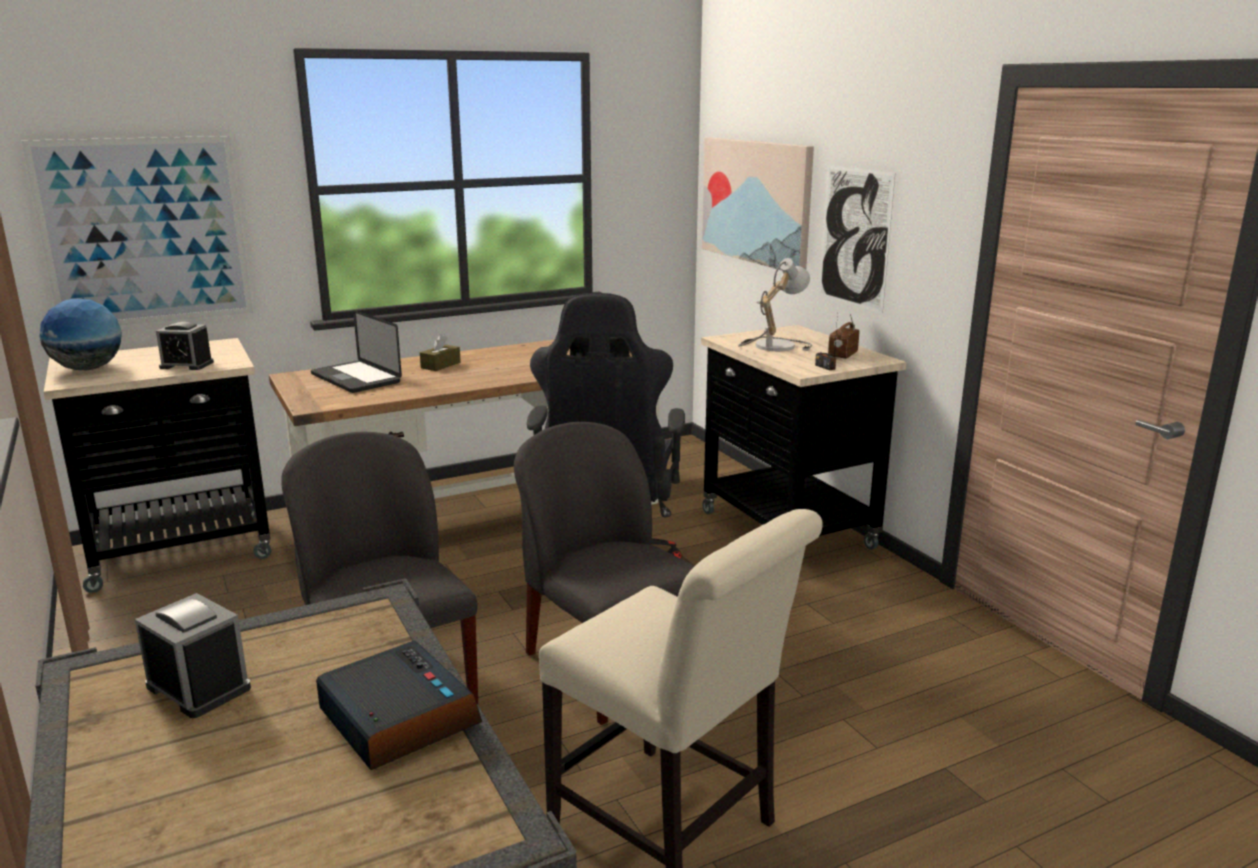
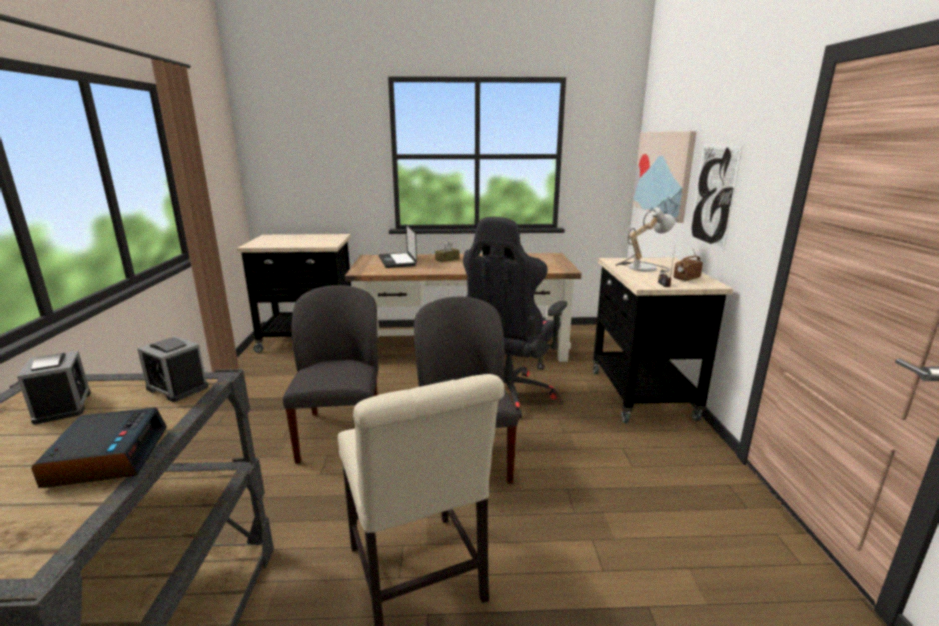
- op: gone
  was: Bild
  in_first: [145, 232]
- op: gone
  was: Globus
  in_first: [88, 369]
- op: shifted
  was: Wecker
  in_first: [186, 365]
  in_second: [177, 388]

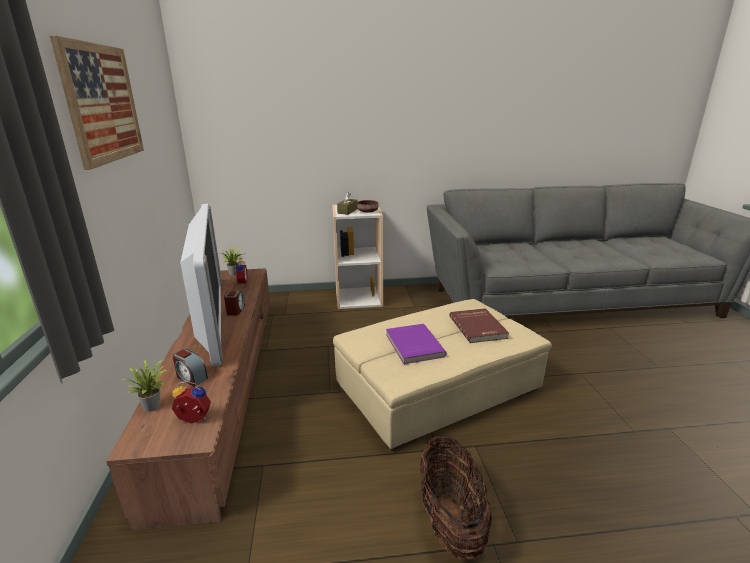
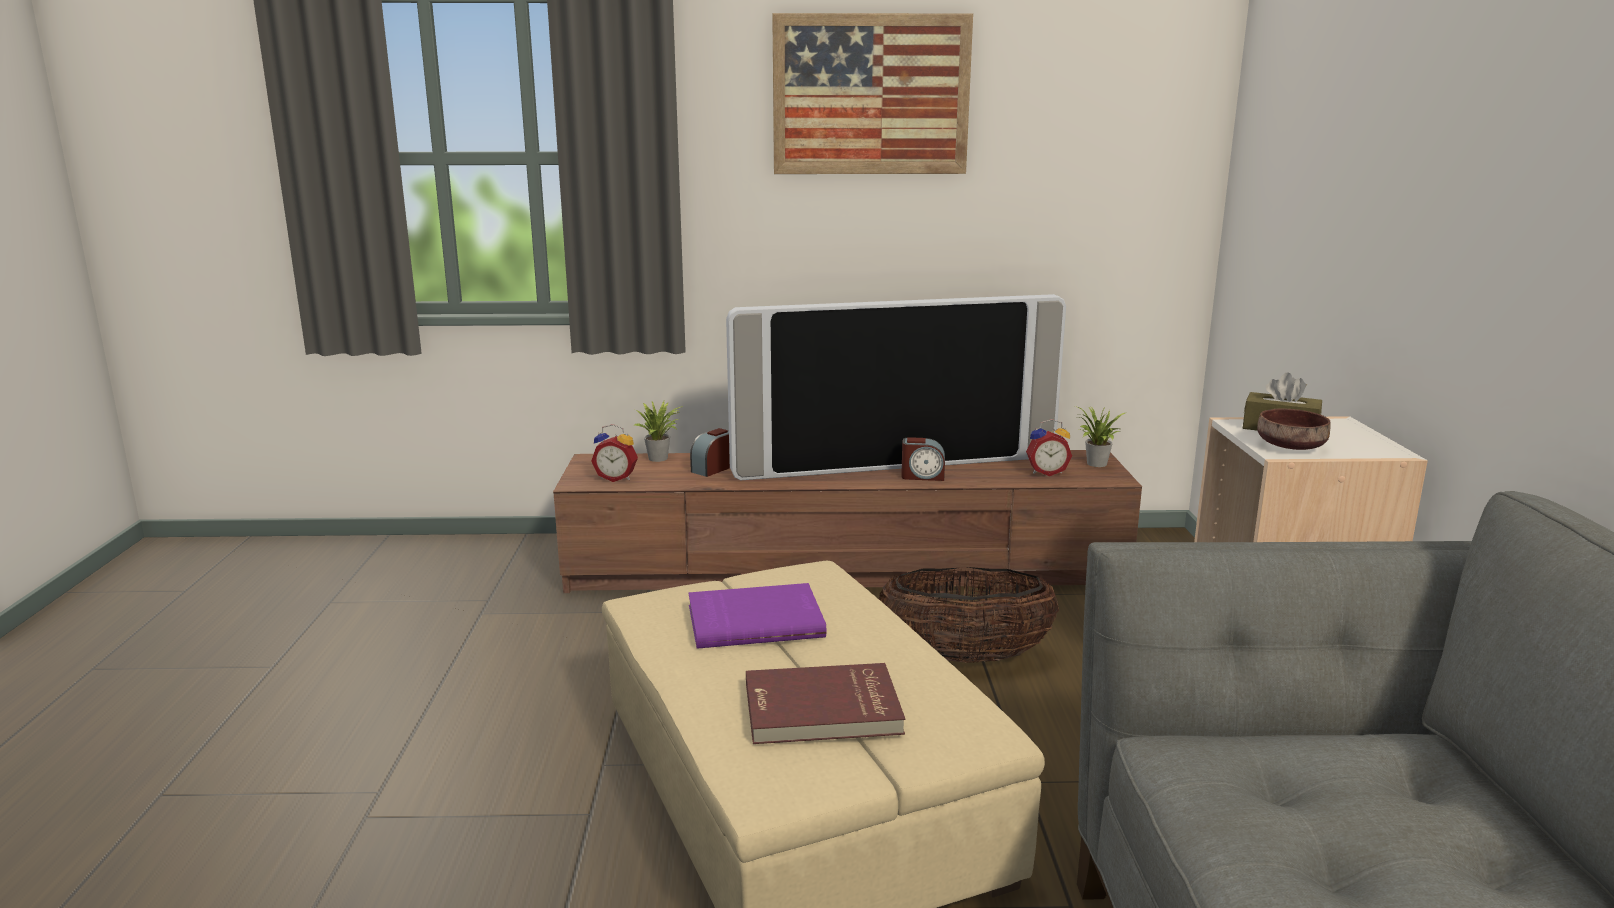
- op: shifted
  was: Korb
  in_first: [450, 521]
  in_second: [964, 658]
- op: rotated
  was: Wecker
  in_first: [193, 420]
  in_second: [616, 478]
  clockwise: 90

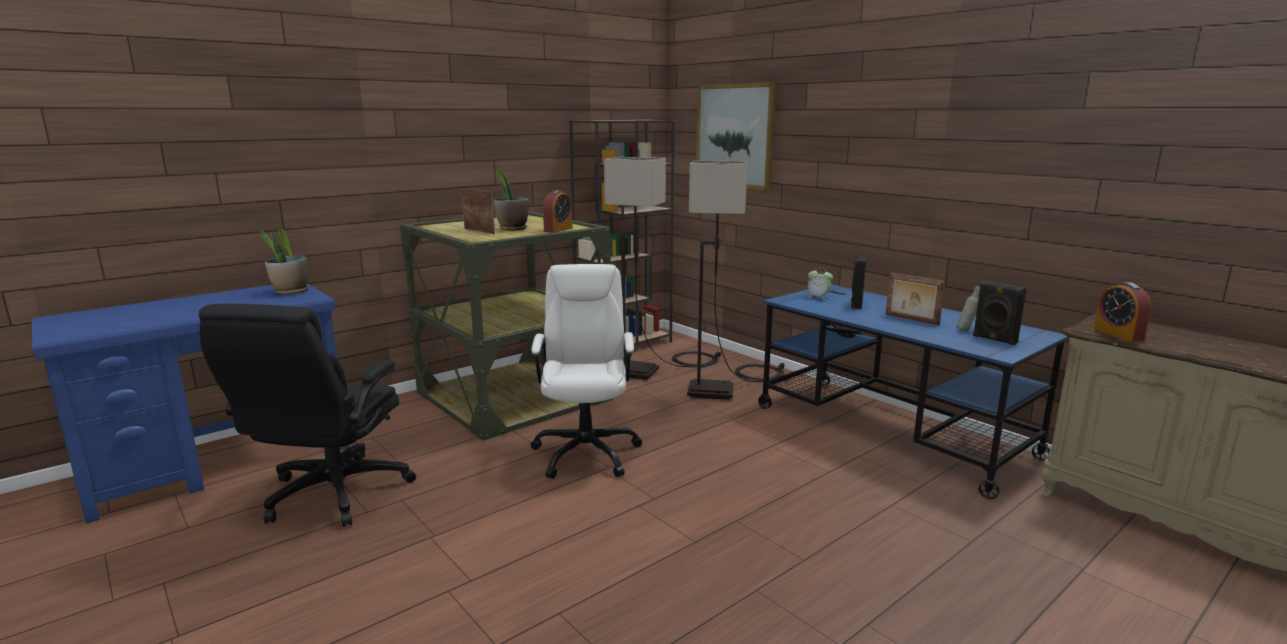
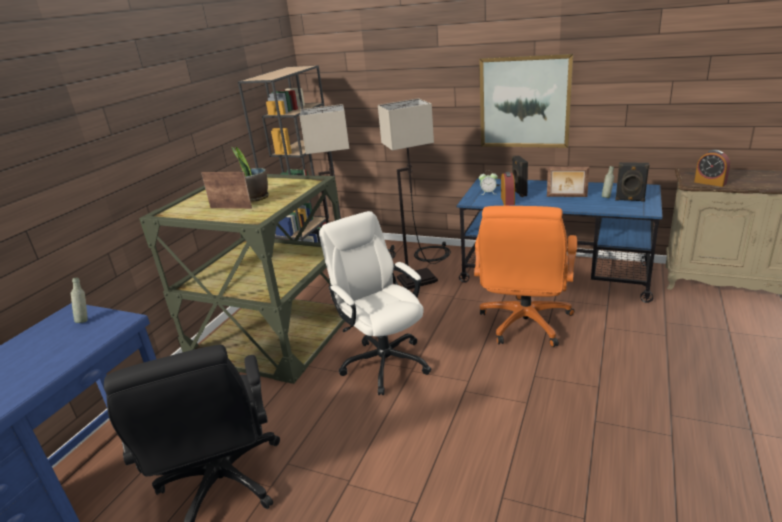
- op: new
  now: Bürostuhl (orange)
  in_second: [523, 326]
- op: shifted
  was: Wecker
  in_first: [558, 230]
  in_second: [507, 201]
- op: shifted
  was: Bild
  in_first: [734, 136]
  in_second: [524, 102]
- op: swapped
  was: Topfpflanze
  now: Flasche (grau)
  in_first: [291, 292]
  in_second: [85, 320]

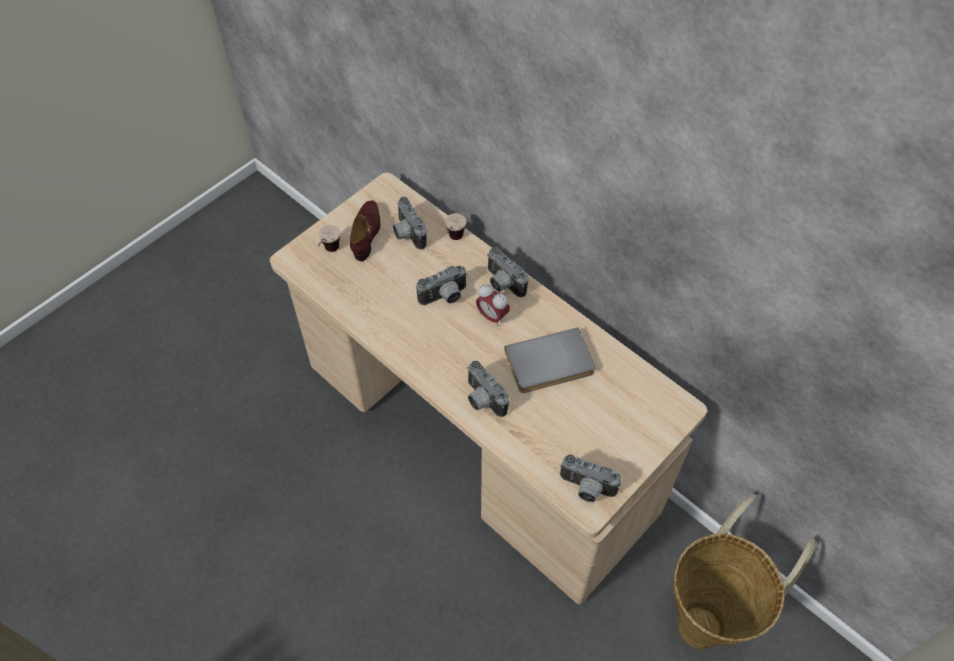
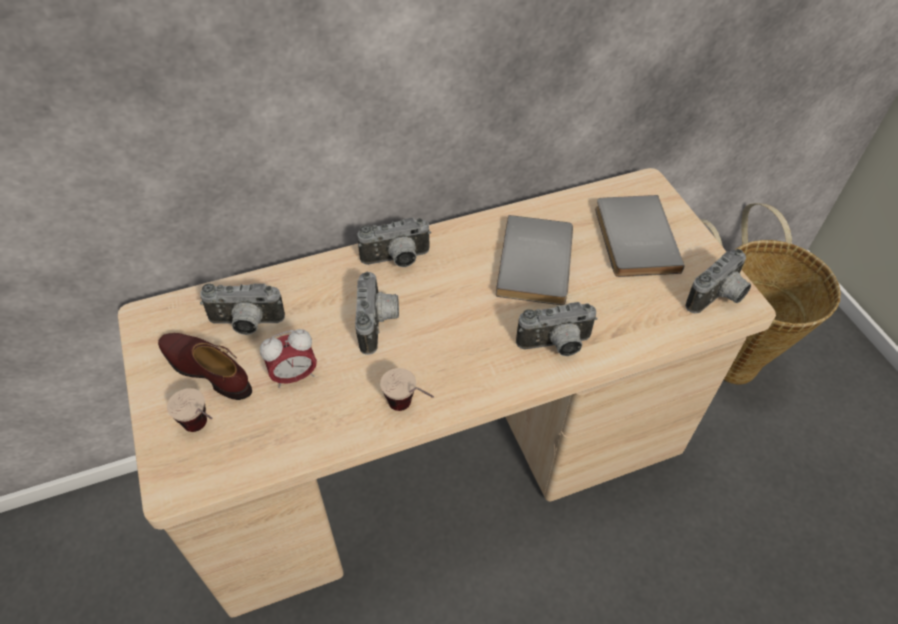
- op: new
  now: Buch (grau)
  in_second: [632, 239]
- op: shifted
  was: Tasse
  in_first: [453, 241]
  in_second: [410, 409]
- op: shifted
  was: Wecker
  in_first: [492, 316]
  in_second: [294, 376]

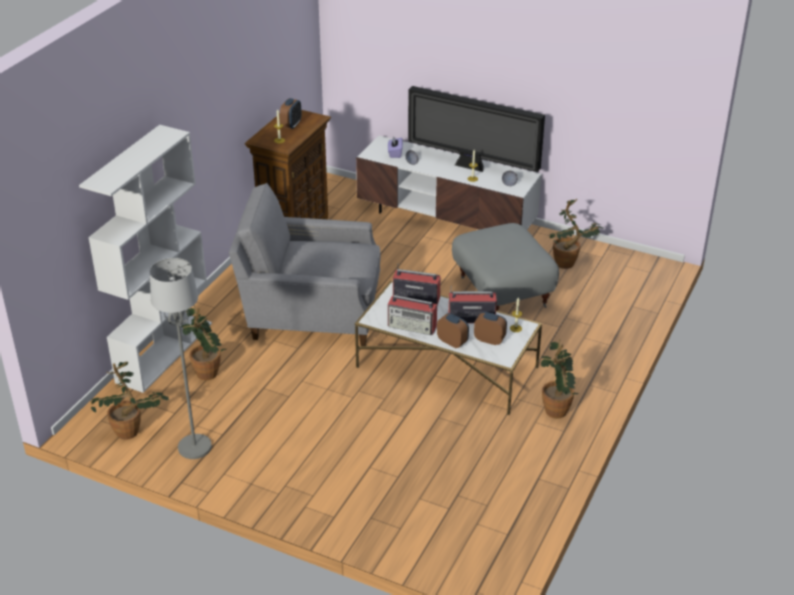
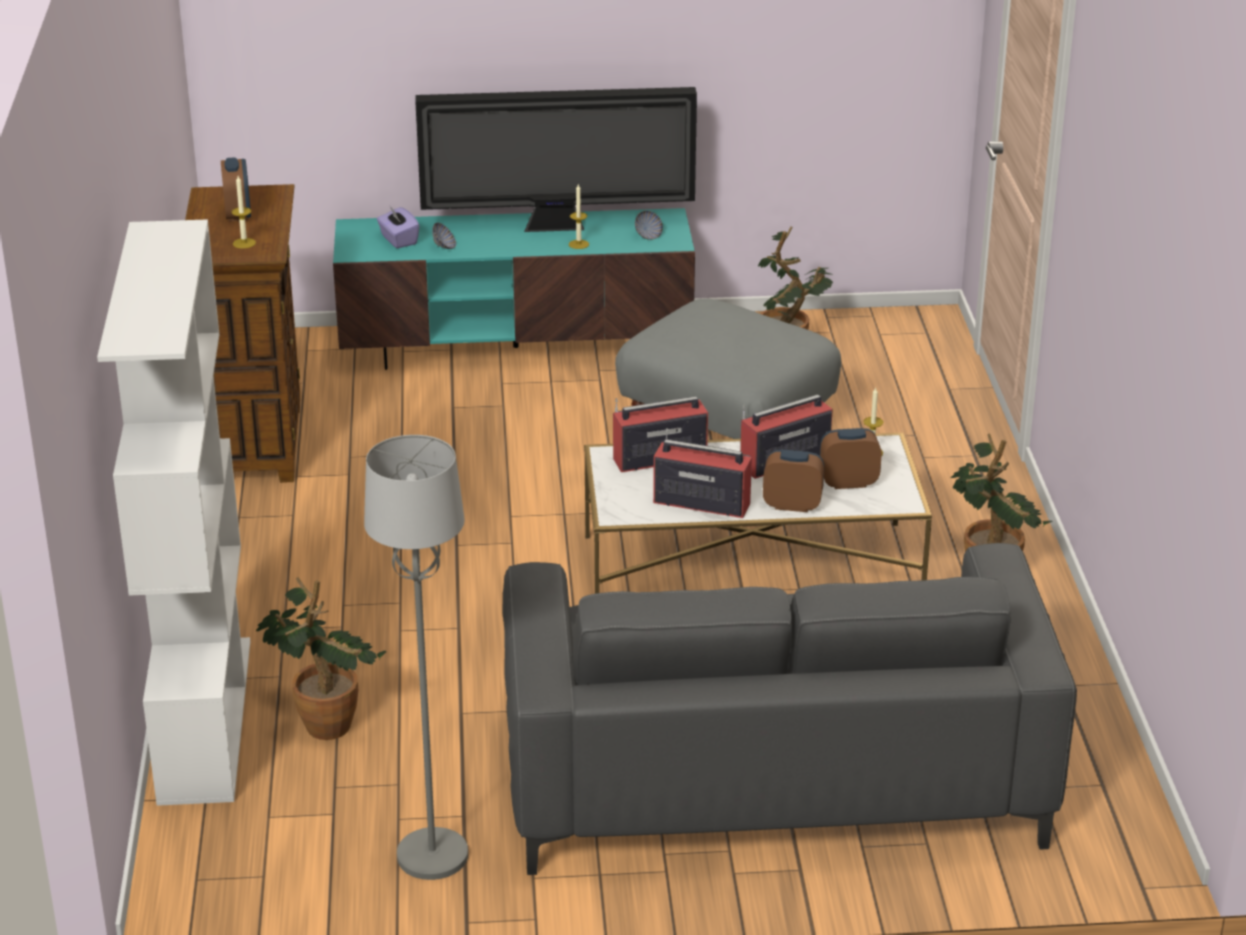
- op: gone
  was: Topfpflanze
  in_first: [133, 433]
- op: gone
  was: Sessel (grau)
  in_first: [312, 310]
- op: new
  now: Sofa (grau)
  in_second: [772, 784]
- op: repainted
  was: Fernsehschrank (weiß)
  now: Fernsehschrank (türkis)
  in_first: [446, 219]
  in_second: [516, 346]
- op: rotated
  was: Radio
  in_first: [412, 326]
  in_second: [700, 502]
  clockwise: -150

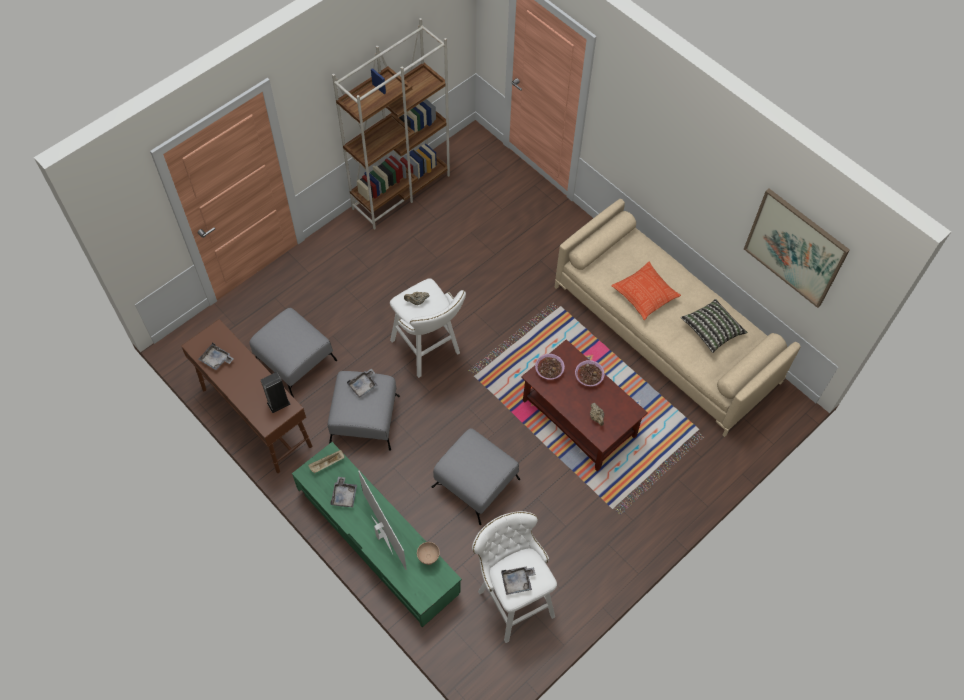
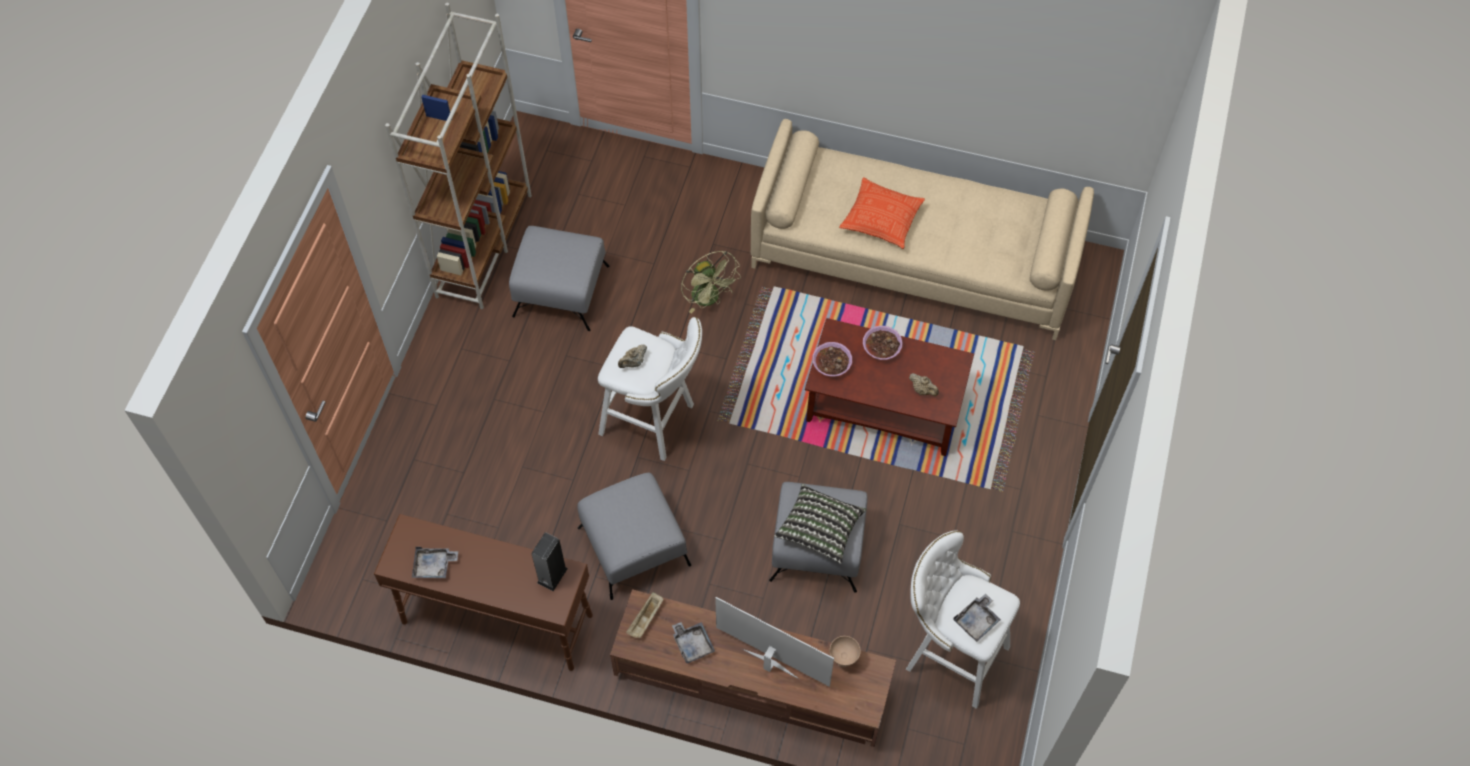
- op: gone
  was: Tablett (grau)
  in_first: [363, 385]
- op: gone
  was: Bild
  in_first: [795, 248]
- op: new
  now: Ventilator (grün)
  in_second: [710, 299]
- op: shifted
  was: Polsterhocker (grau)
  in_first: [295, 360]
  in_second: [560, 290]
- op: shifted
  was: Kissen
  in_first: [711, 330]
  in_second: [819, 529]
- op: repainted
  was: Fernsehschrank (grün)
  now: Fernsehschrank (braun)
  in_first: [377, 542]
  in_second: [751, 682]

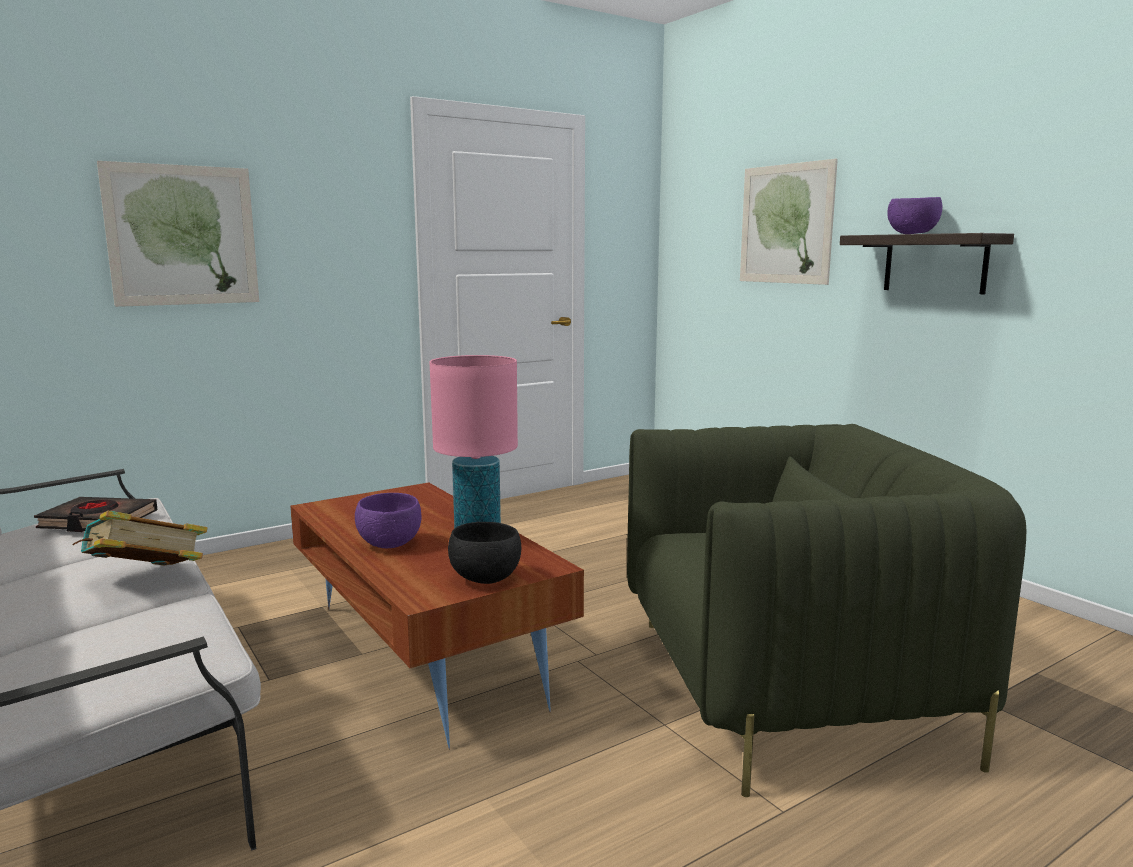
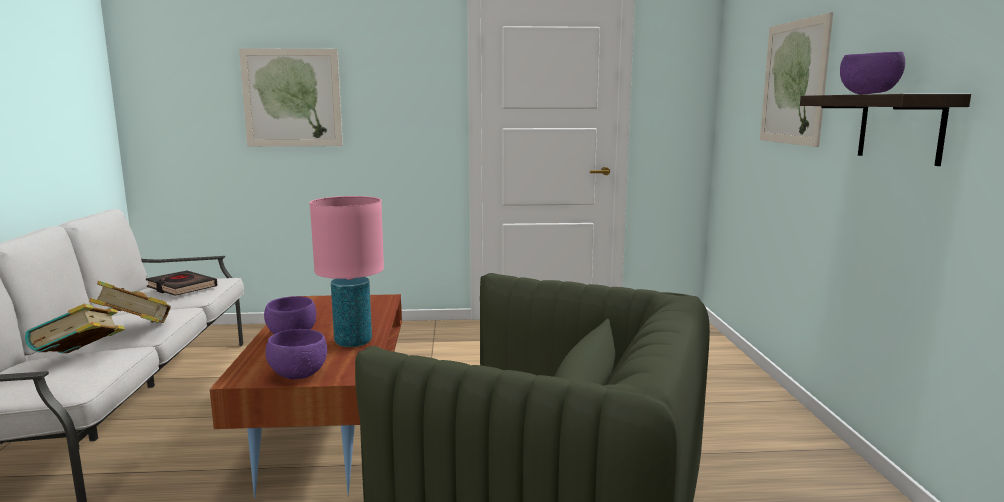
- op: new
  now: Buch
  in_second: [80, 359]
- op: repainted
  was: Schüssel (schwarz)
  now: Schüssel (lila)
  in_first: [486, 579]
  in_second: [298, 375]

